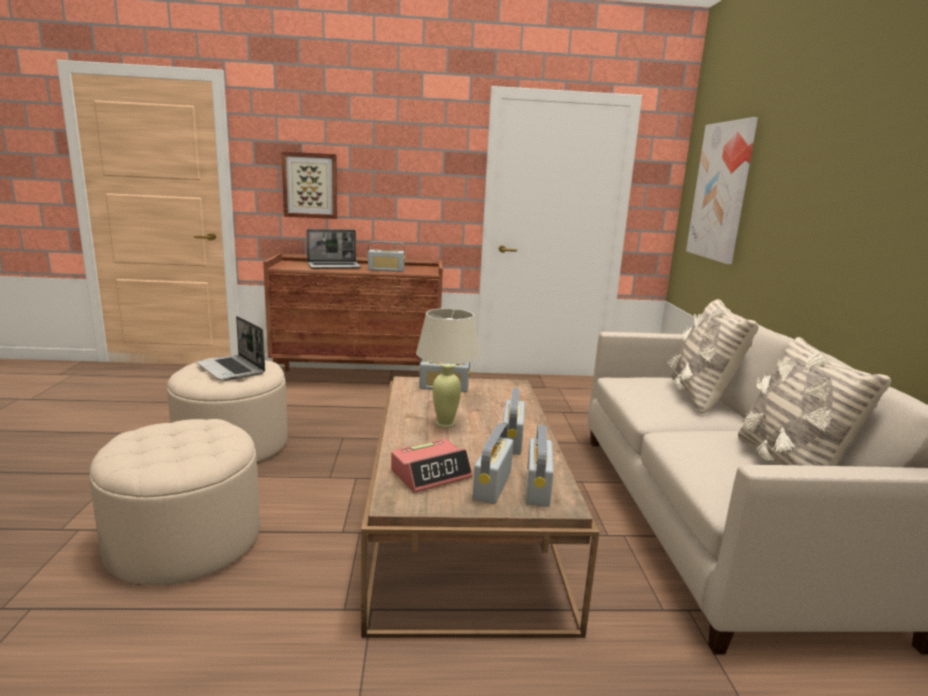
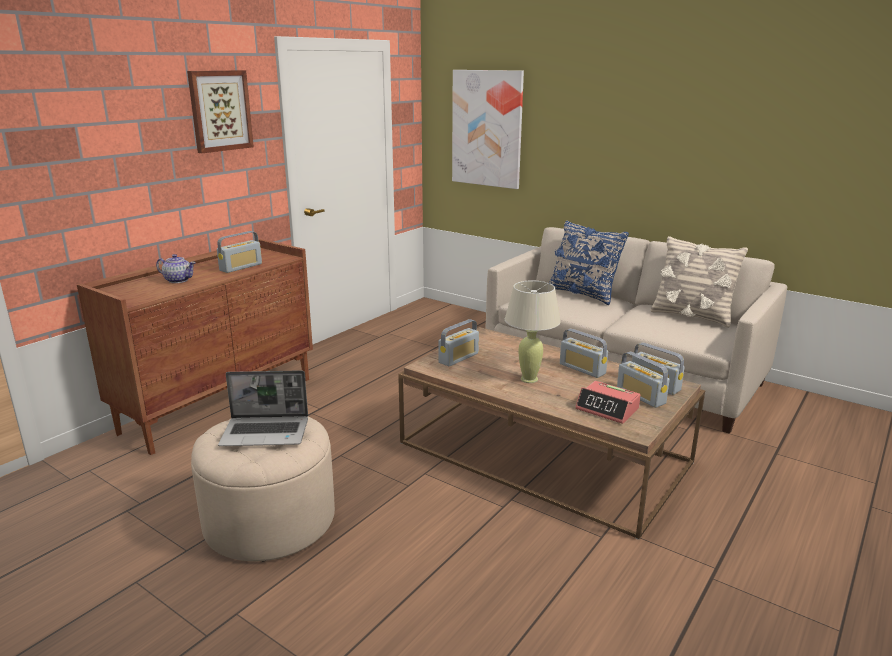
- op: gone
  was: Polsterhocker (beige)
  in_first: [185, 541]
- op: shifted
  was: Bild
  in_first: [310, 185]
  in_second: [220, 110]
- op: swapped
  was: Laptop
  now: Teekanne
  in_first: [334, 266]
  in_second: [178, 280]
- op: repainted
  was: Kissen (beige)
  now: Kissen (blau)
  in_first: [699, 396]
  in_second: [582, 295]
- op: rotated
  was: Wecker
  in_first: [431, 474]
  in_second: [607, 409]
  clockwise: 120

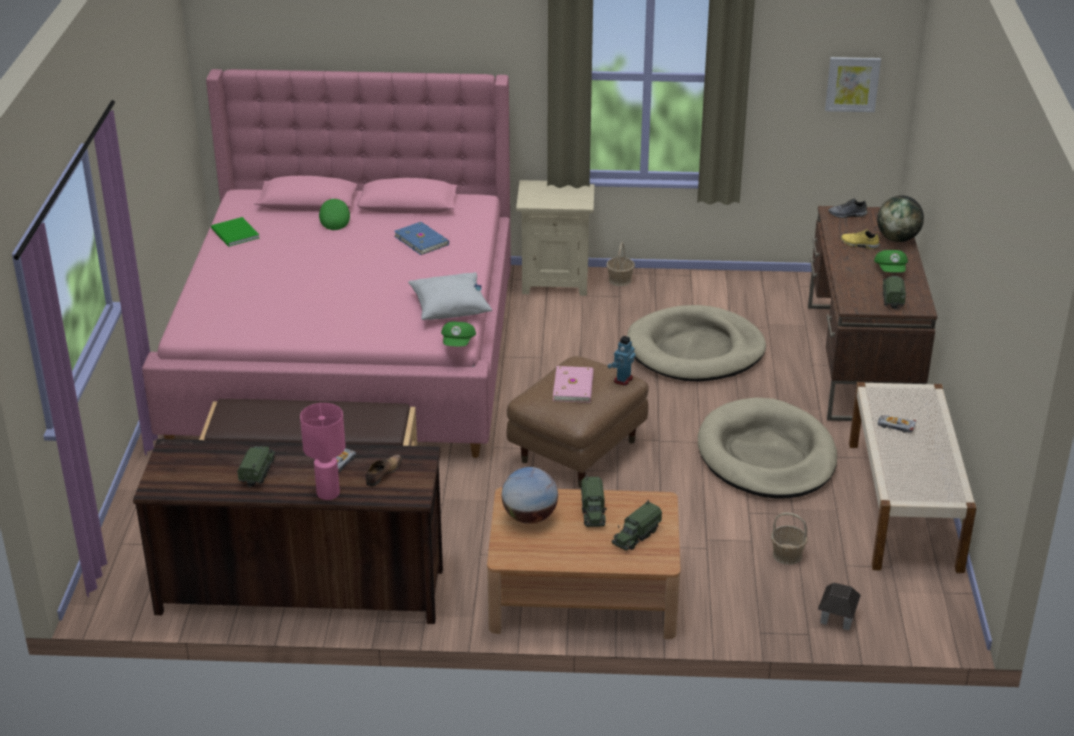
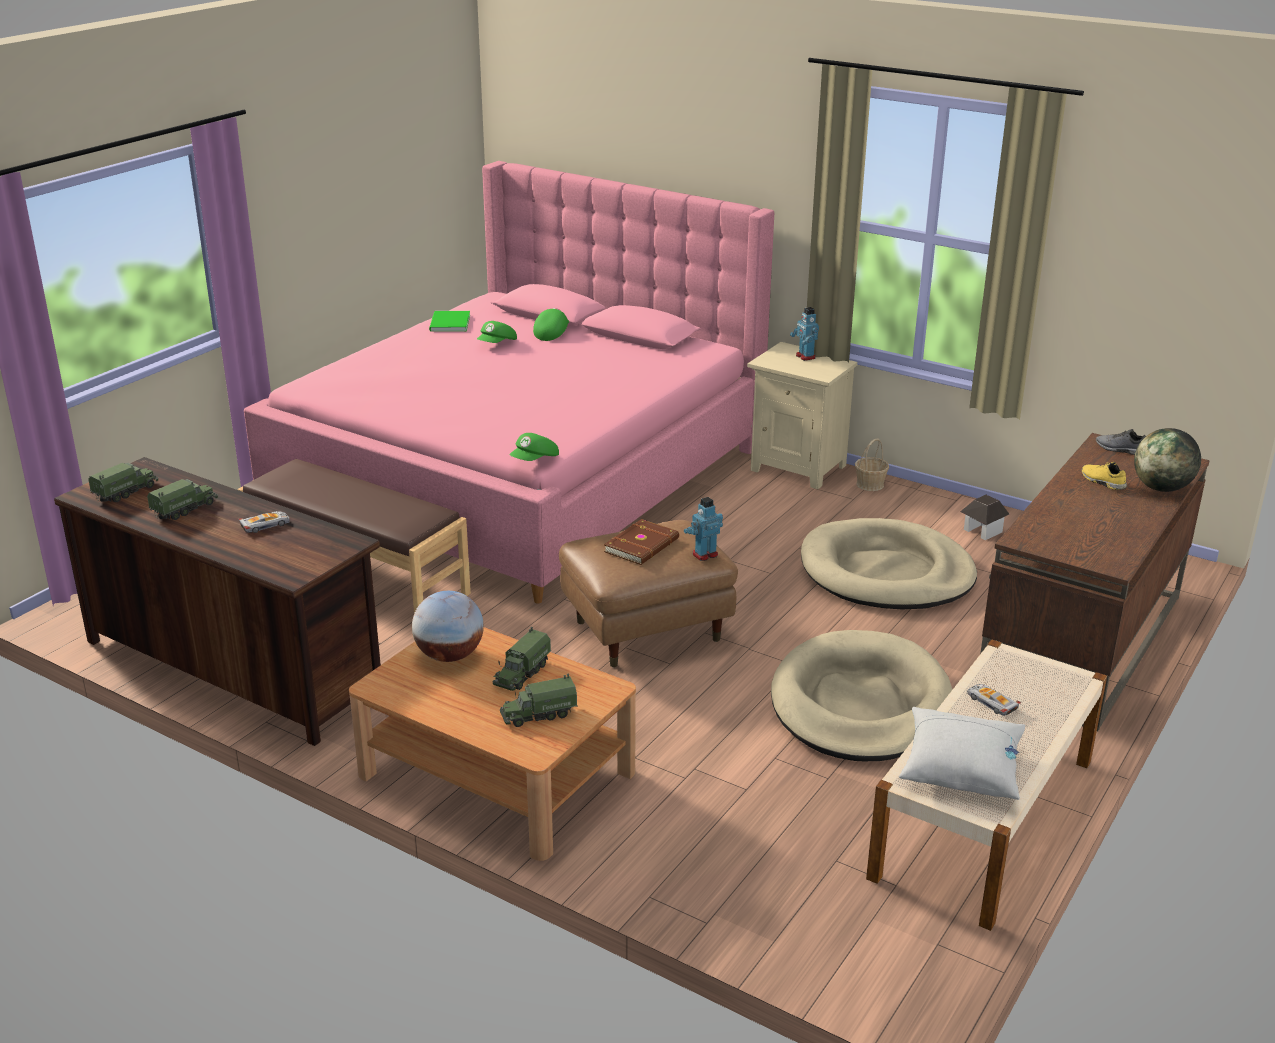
- op: gone
  was: Tischlampe (rosa)
  in_first: [327, 493]
- op: gone
  was: Schuh
  in_first: [383, 474]
- op: gone
  was: Buch (blau)
  in_first: [422, 240]
- op: gone
  was: Korb
  in_first: [787, 555]
- op: gone
  was: Bild
  in_first: [852, 84]
- op: new
  now: Spielzeugroboter
  in_second: [805, 357]
- op: shifted
  was: Kissen (grau)
  in_first: [450, 308]
  in_second: [960, 769]
- op: shifted
  was: Spielzeughaus
  in_first: [837, 618]
  in_second: [982, 531]
- op: shifted
  was: Kappe (grün)
  in_first: [891, 270]
  in_second: [497, 344]
- op: shifted
  was: Spielzeuglaster
  in_first: [892, 298]
  in_second: [126, 492]
- op: repainted
  was: Buch (rosa)
  now: Buch (braun)
  in_first: [574, 387]
  in_second: [643, 545]

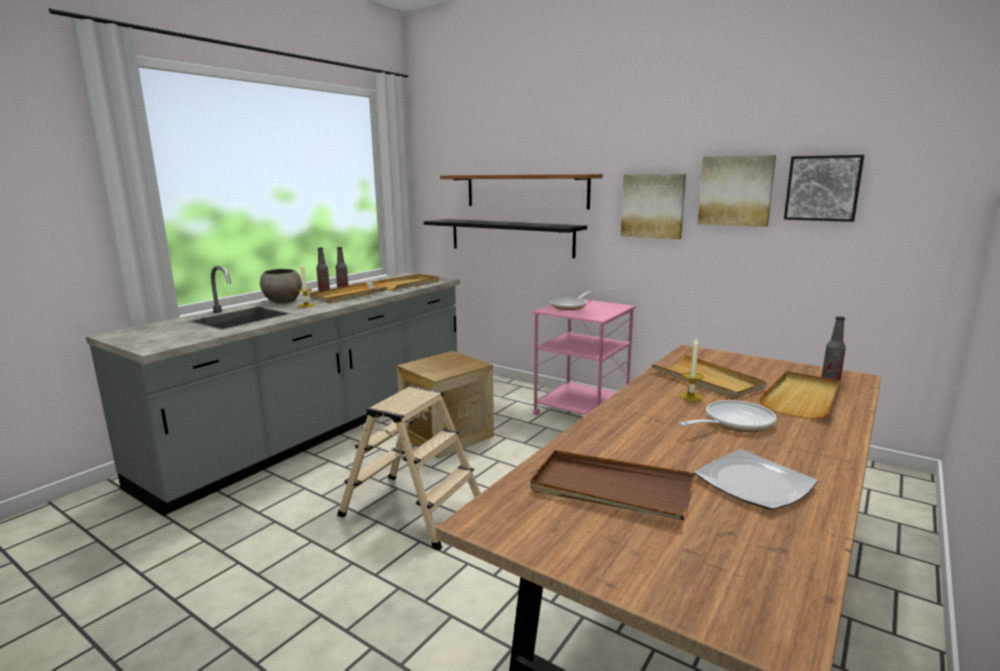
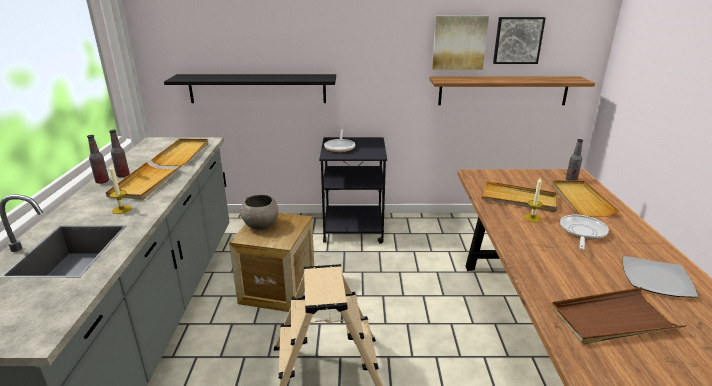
- op: gone
  was: Bild
  in_first: [653, 206]
- op: shifted
  was: Schüssel (grau)
  in_first: [282, 301]
  in_second: [261, 226]
- op: shifted
  was: Wandregal
  in_first: [525, 191]
  in_second: [503, 90]
- op: repainted
  was: Rollwagen (rosa)
  now: Rollwagen (schwarz)
  in_first: [582, 411]
  in_second: [354, 228]

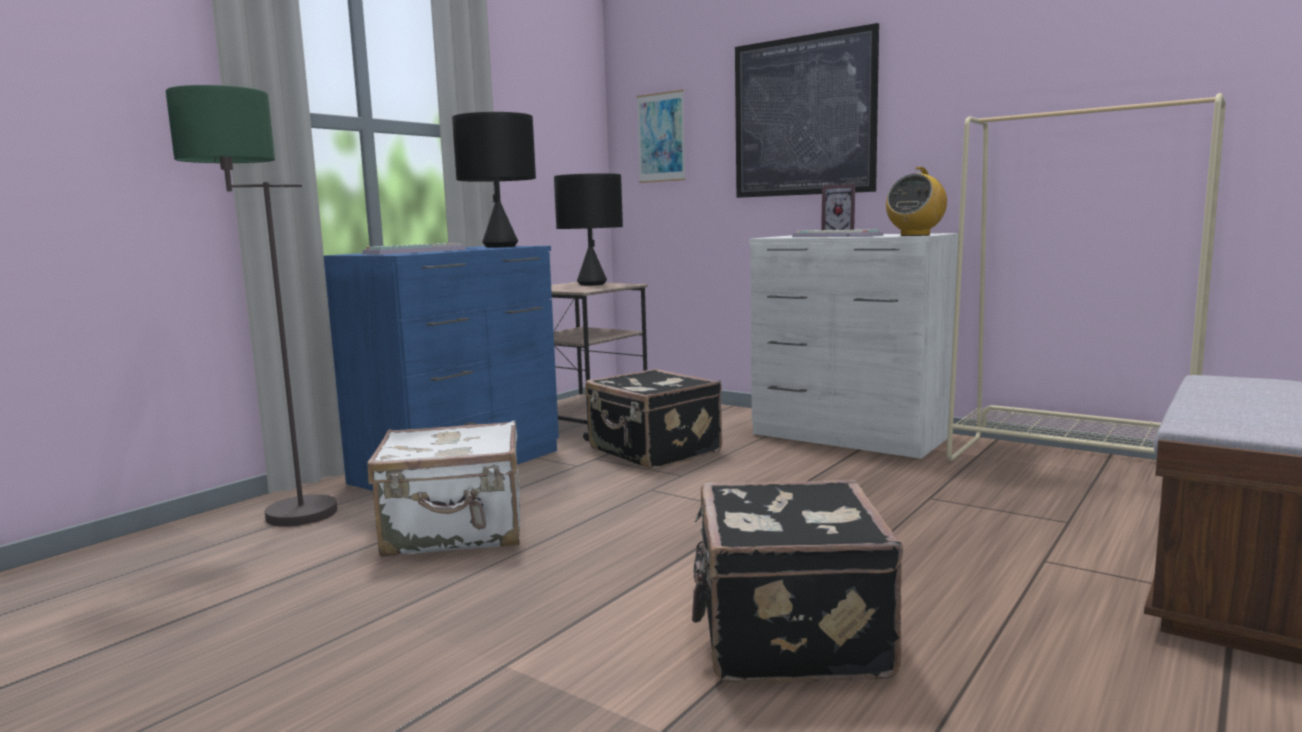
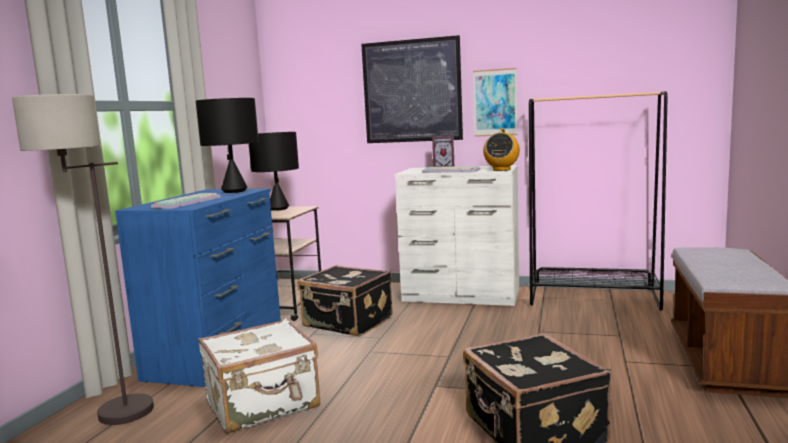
- op: shifted
  was: Bild
  in_first: [661, 137]
  in_second: [495, 102]
- op: repainted
  was: Stehlampe (grün)
  now: Stehlampe (grau)
  in_first: [279, 518]
  in_second: [110, 418]
- op: repainted
  was: Kleiderständer (beige)
  now: Kleiderständer (schwarz)
  in_first: [1067, 464]
  in_second: [593, 298]

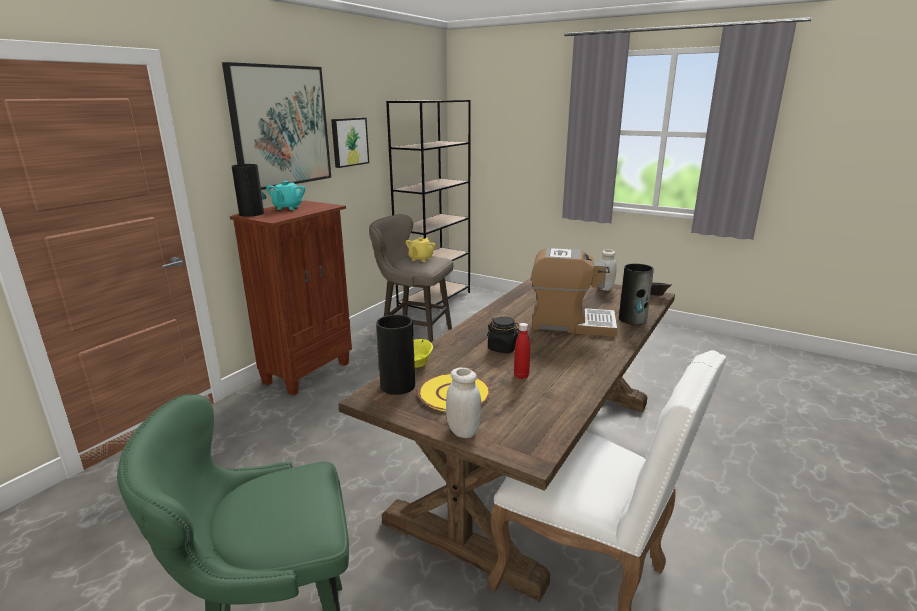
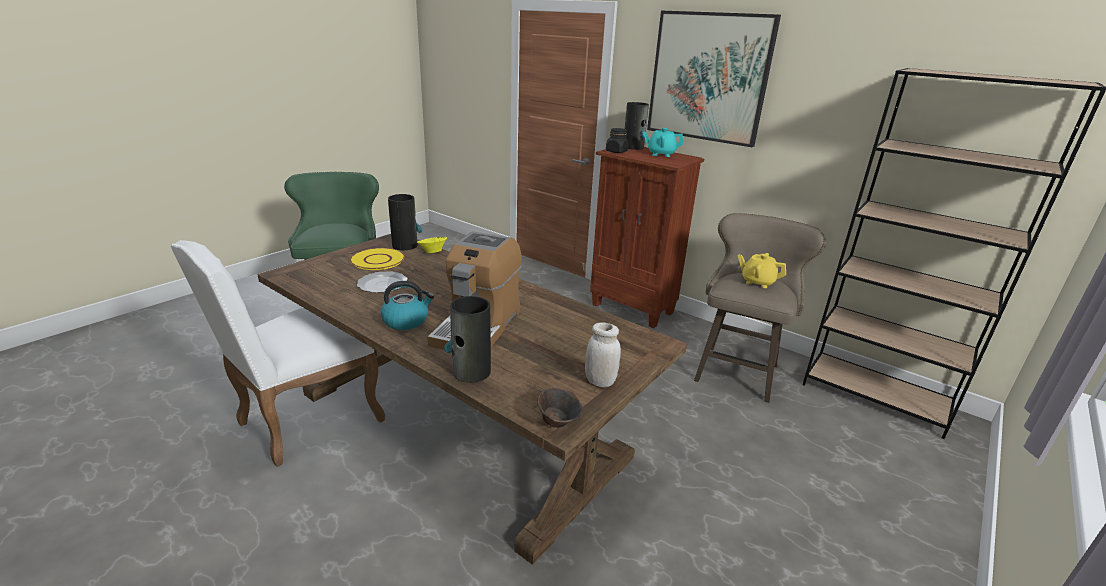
- op: gone
  was: Bild
  in_first: [349, 142]
- op: gone
  was: Vorratsglas (weiß)
  in_first: [463, 431]
- op: new
  now: Wasserkessel
  in_second: [406, 320]
- op: shifted
  was: Vorratsglas (schwarz)
  in_first: [503, 348]
  in_second: [616, 151]
- op: swapped
  was: Flasche (rot)
  now: Teller
  in_first: [521, 376]
  in_second: [383, 284]

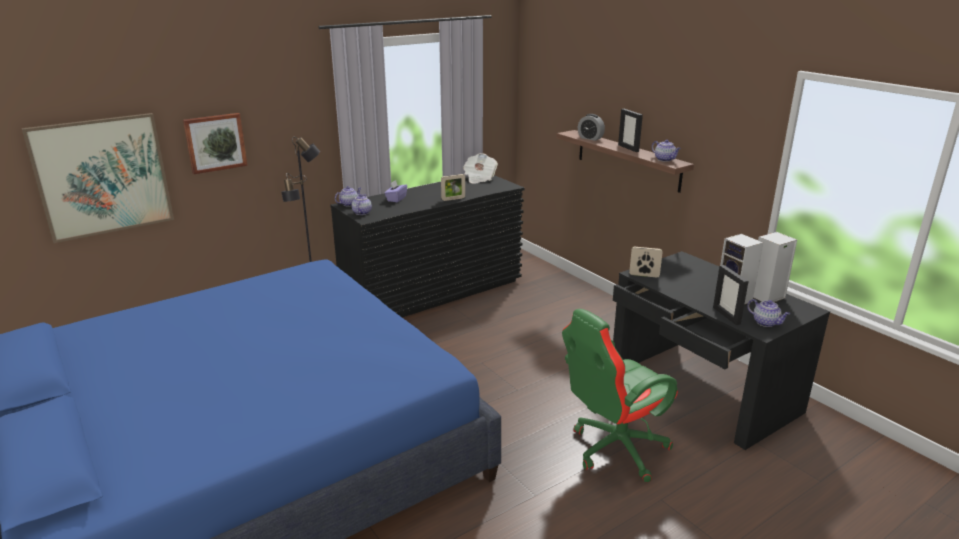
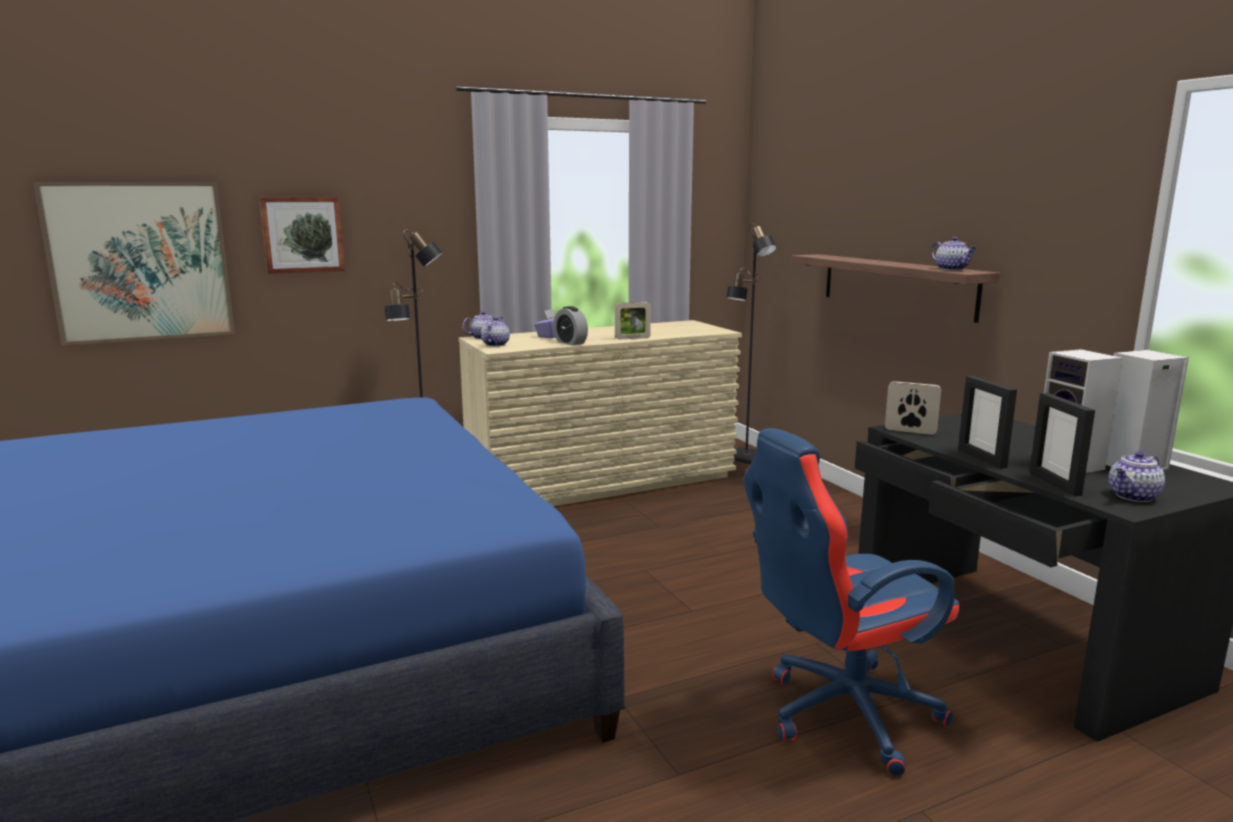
- op: gone
  was: Zeitung
  in_first: [479, 178]
- op: new
  now: Stehlampe (schwarz)
  in_second: [746, 457]
- op: shifted
  was: Wecker
  in_first: [590, 138]
  in_second: [570, 342]
- op: shifted
  was: Bilderrahmen
  in_first: [629, 148]
  in_second: [983, 458]
- op: repainted
  was: Kommode (schwarz)
  now: Kommode (beige)
  in_first: [433, 293]
  in_second: [603, 483]
- op: repainted
  was: Bürostuhl (grün)
  now: Bürostuhl (blau)
  in_first: [612, 451]
  in_second: [838, 718]
- op: rotated
  was: Teekanne
  in_first: [766, 323]
  in_second: [1133, 496]
  clockwise: 90

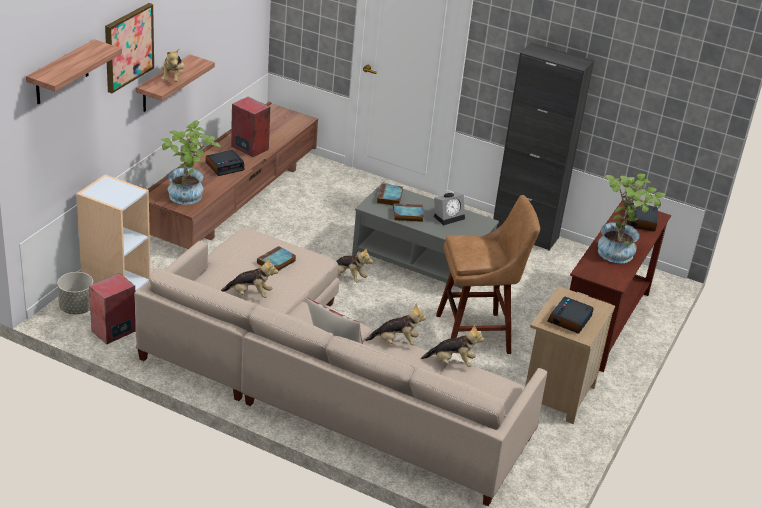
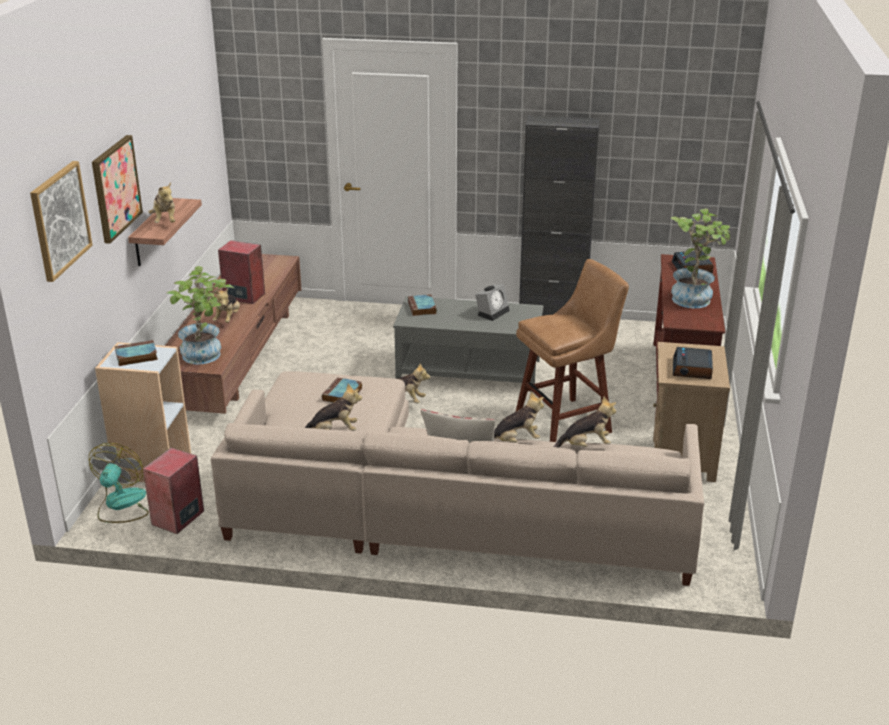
- op: shifted
  was: Buch
  in_first: [407, 215]
  in_second: [135, 356]
- op: swapped
  was: Wandregal
  now: Bild
  in_first: [62, 73]
  in_second: [60, 220]
- op: swapped
  was: Pflanzkübel (grau)
  now: Ventilator
  in_first: [76, 308]
  in_second: [121, 505]
- op: swapped
  was: Wecker
  now: Plüschtier
  in_first: [225, 166]
  in_second: [228, 318]

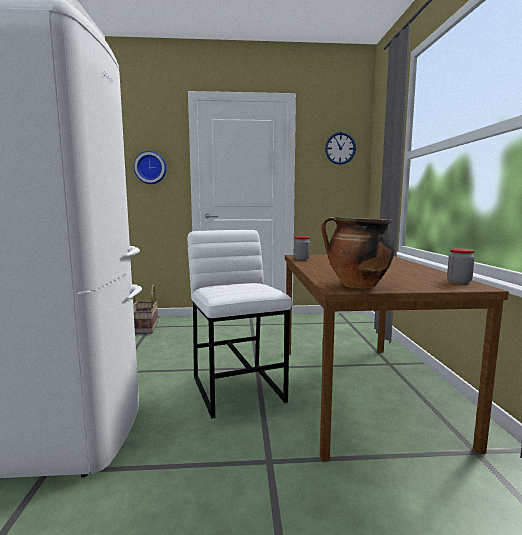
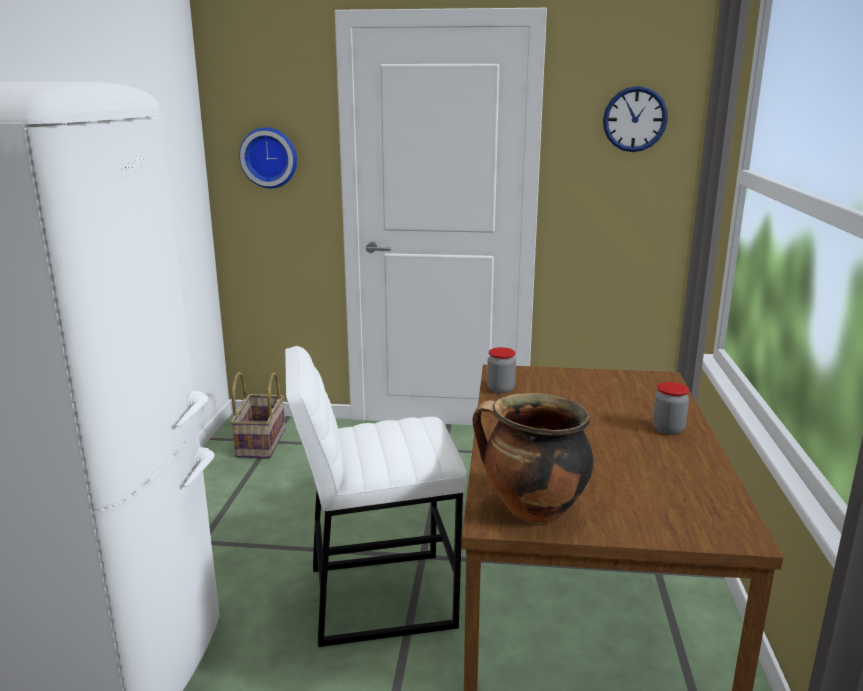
- op: shifted
  was: Vorratsglas
  in_first: [459, 282]
  in_second: [668, 429]
- op: rotated
  was: Stuhl (weiß)
  in_first: [236, 388]
  in_second: [377, 597]
  clockwise: -90

